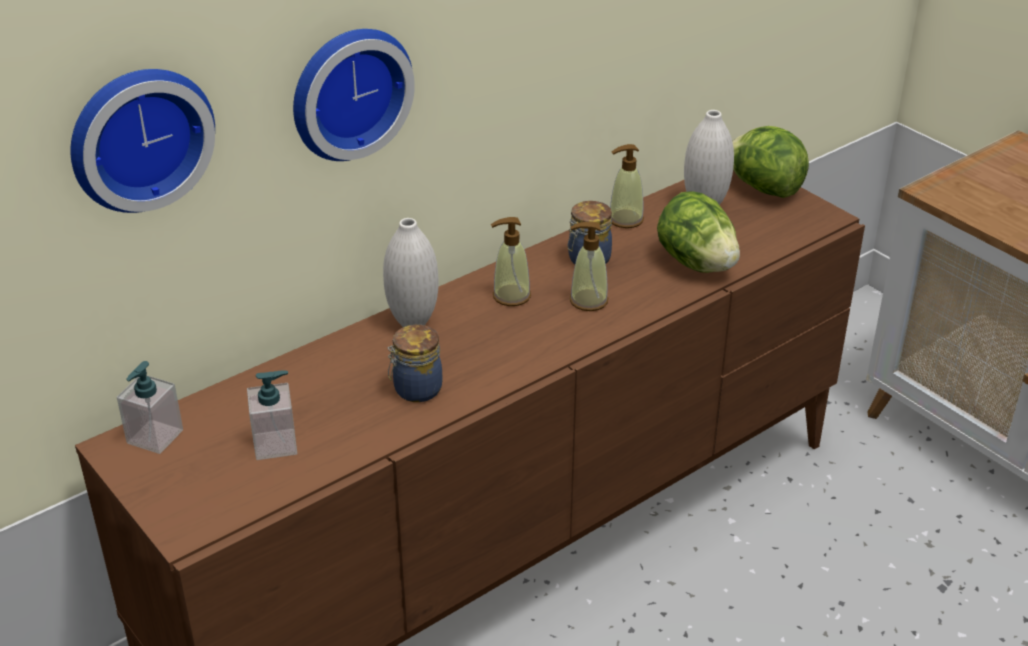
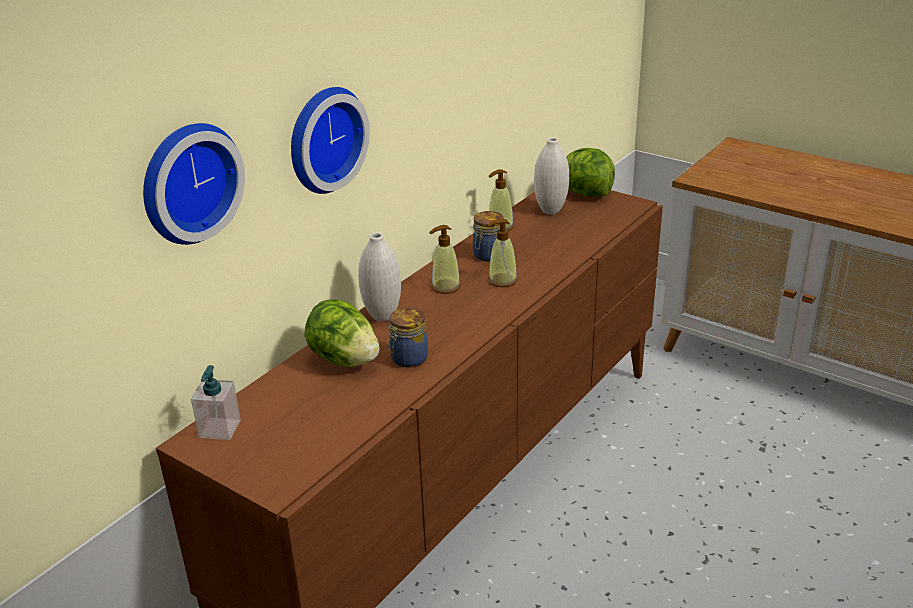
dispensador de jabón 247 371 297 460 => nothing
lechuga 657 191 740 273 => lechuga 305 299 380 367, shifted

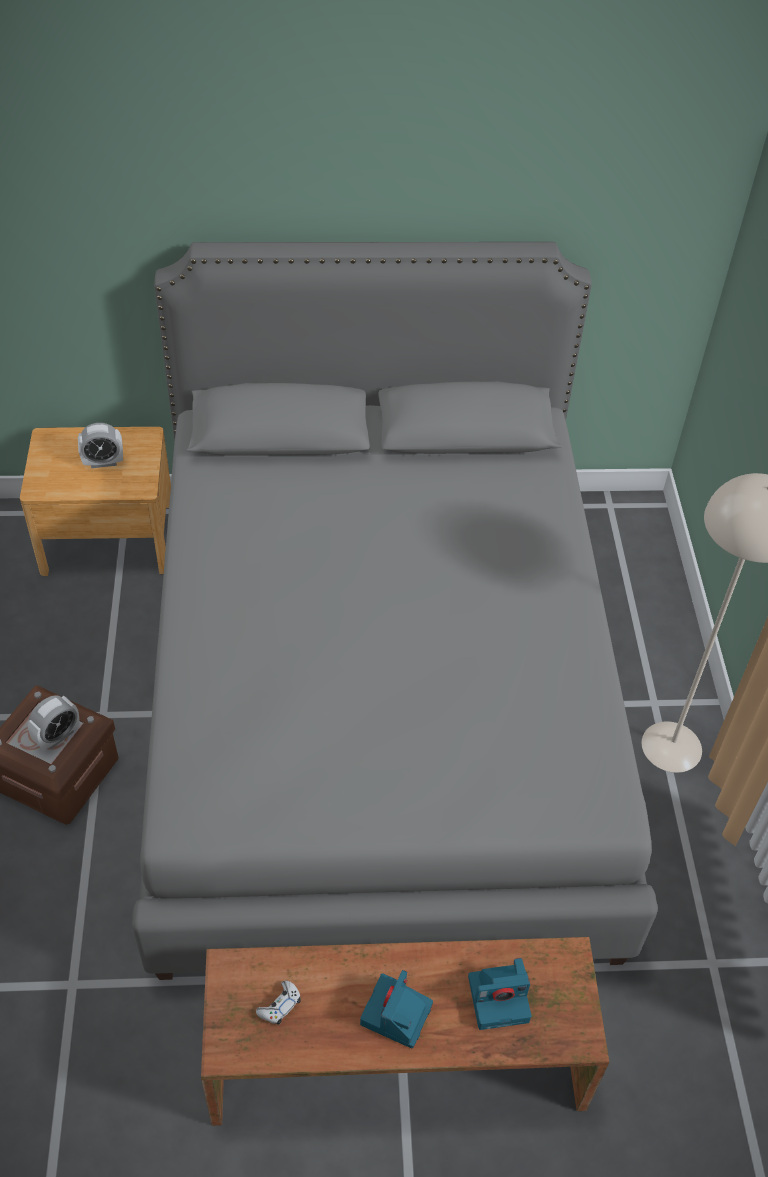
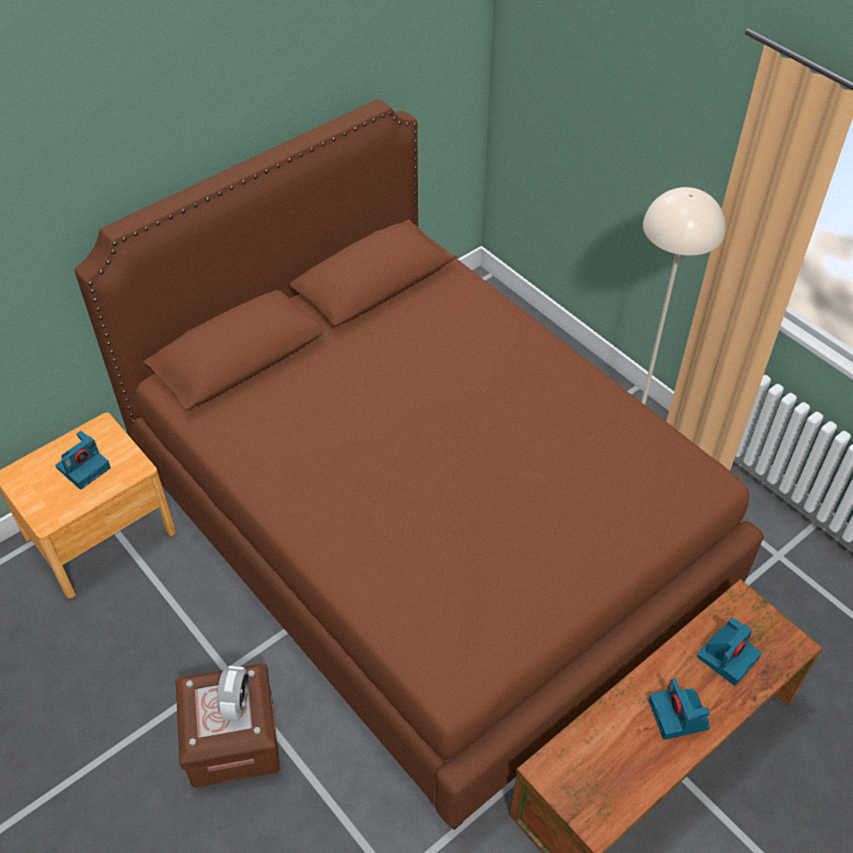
despertador 78 423 123 468 => cámara 55 431 111 490
cama/gris 132 242 658 980 => cama/marrón 74 99 764 830
mando de consola/blanco 256 980 301 1025 => nothing

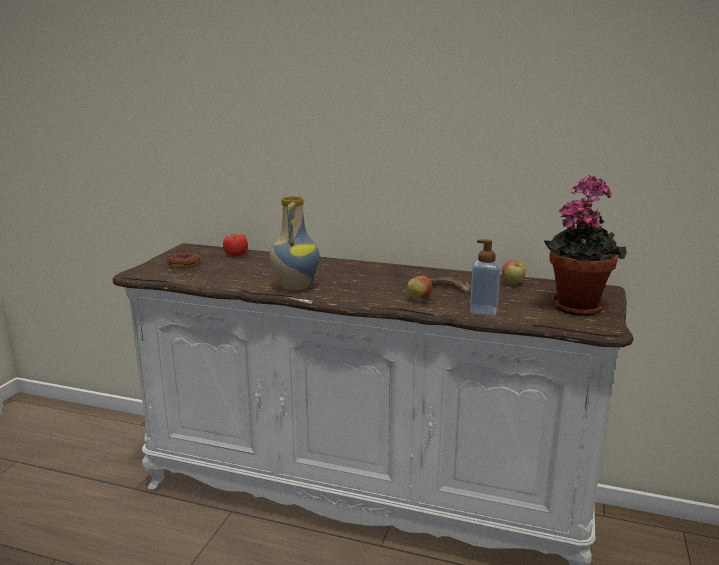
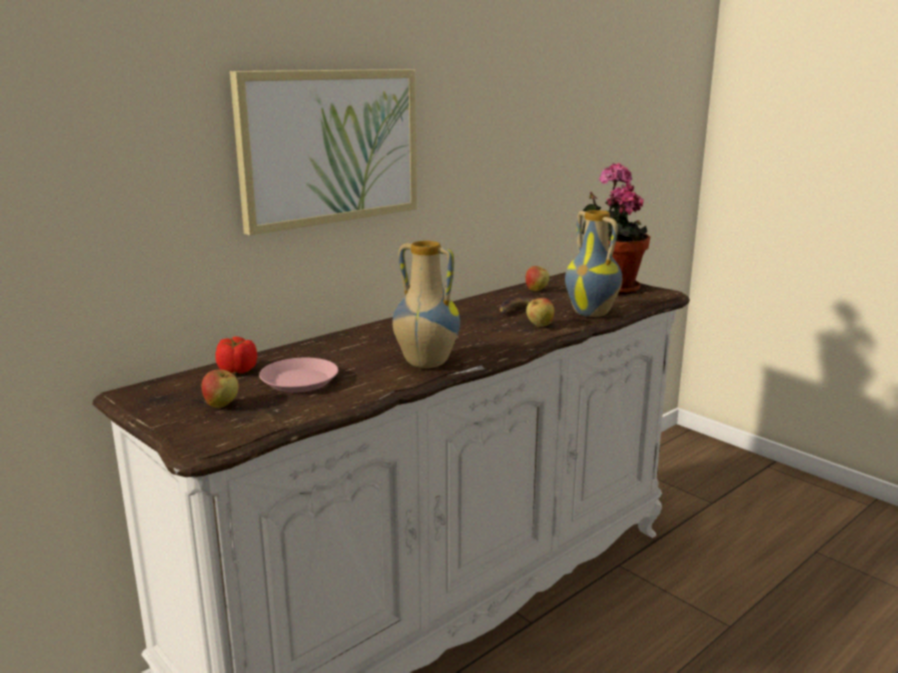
rosquilla 167 252 201 268 => manzana 201 369 239 408
dispensador de jabón 470 240 500 315 => florero 565 210 622 317
nothing => cuadro 230 69 417 235
nothing => plato/rosa 259 358 338 393

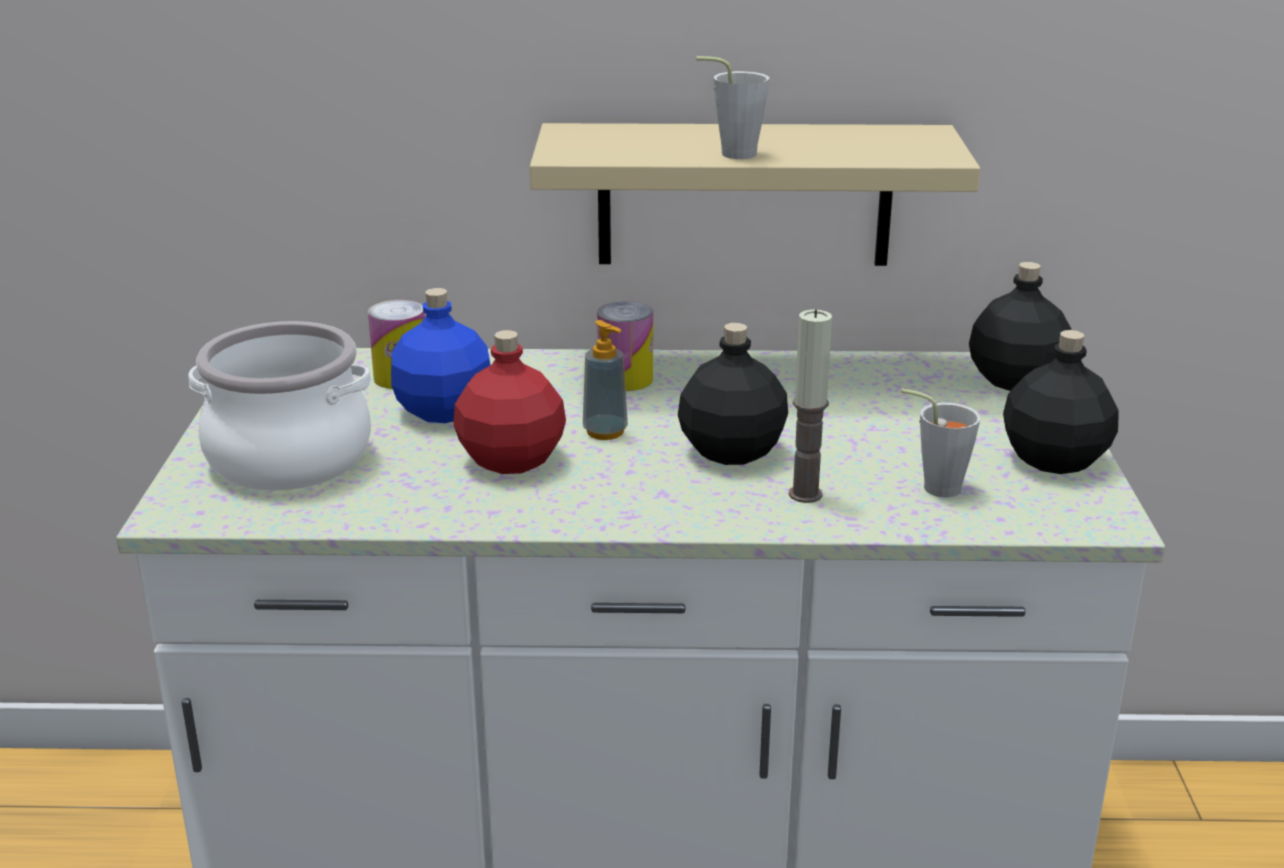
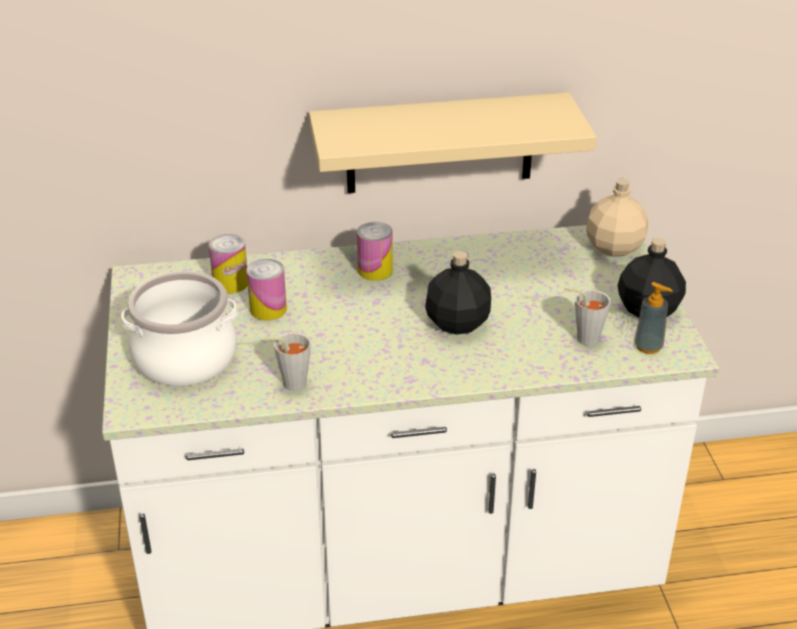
botella/azul 391 288 490 423 => lata 246 259 287 320
botella/rojo 453 330 566 474 => nothing
dispensador de jabón 583 320 628 440 => dispensador de jabón 634 282 673 354, shifted
taza/gris 696 56 769 159 => taza/gris 261 332 311 391, shifted
vela 789 309 832 503 => nothing
botella/negro 969 262 1072 391 => botella/beis 586 179 648 257

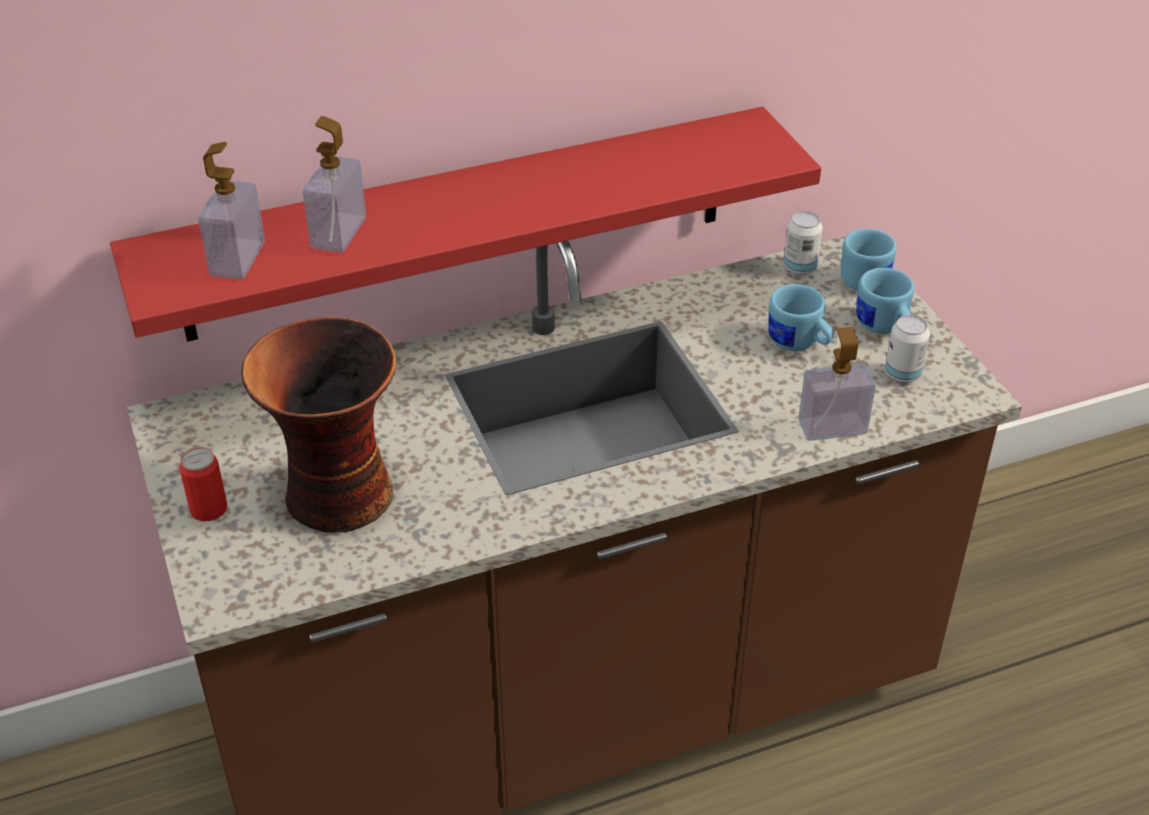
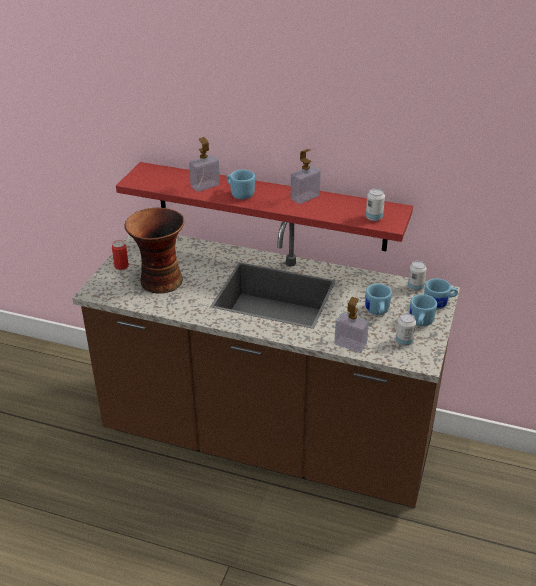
dispensador de jabón 199 142 265 279 => dispensador de jabón 291 149 321 204, shifted
nothing => taza grande/azul 227 169 255 199
nothing => lata 366 188 385 221

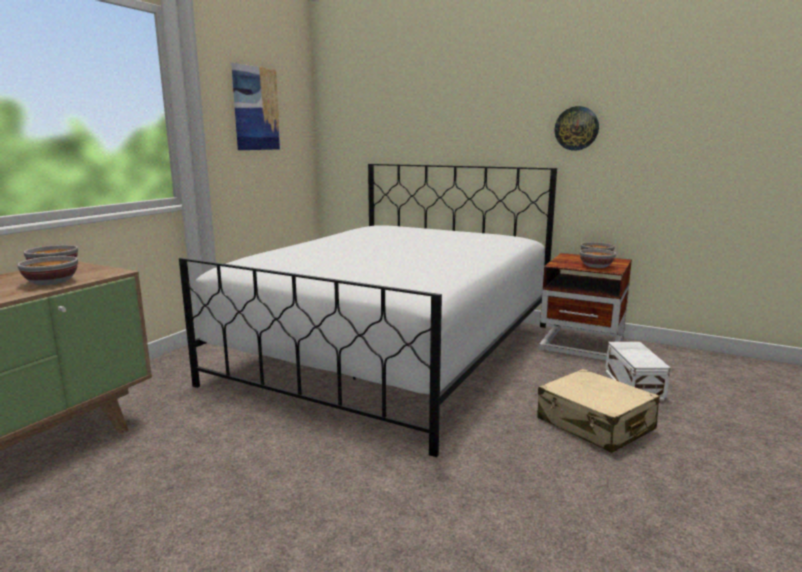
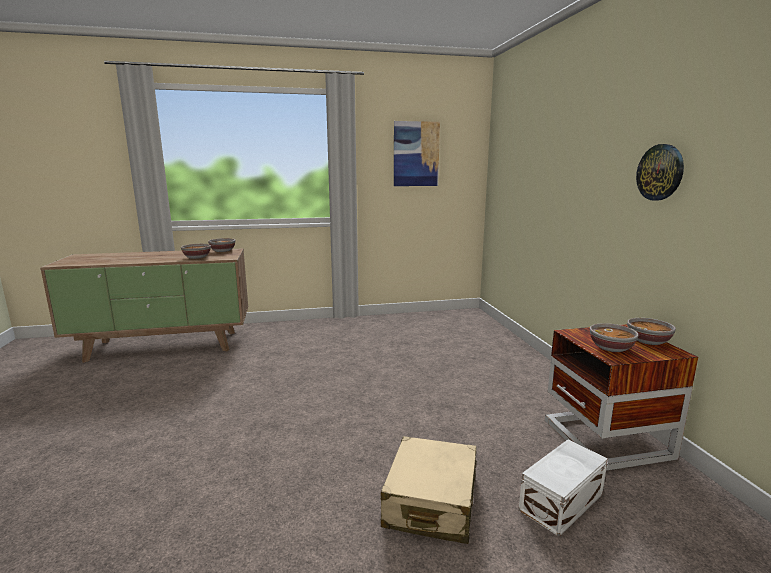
cama/blanco 179 164 557 457 => nothing

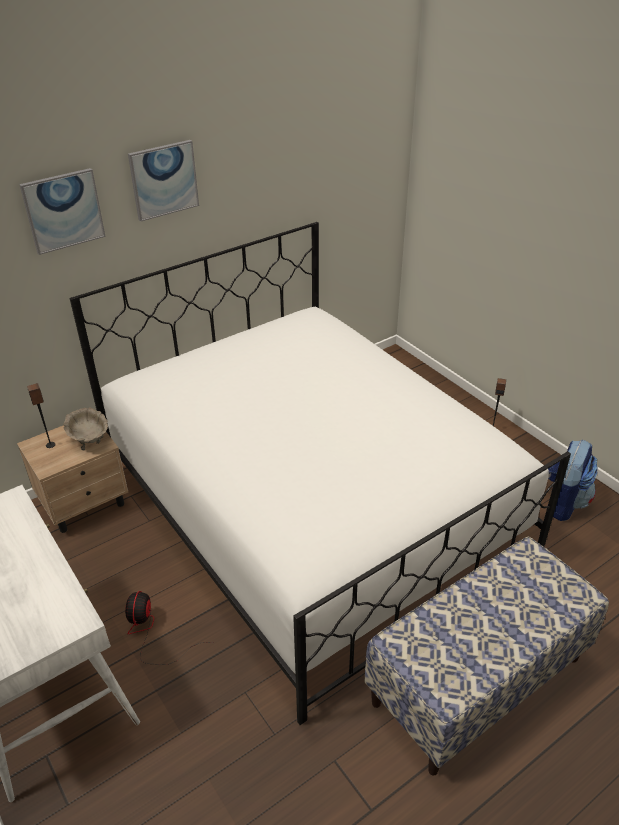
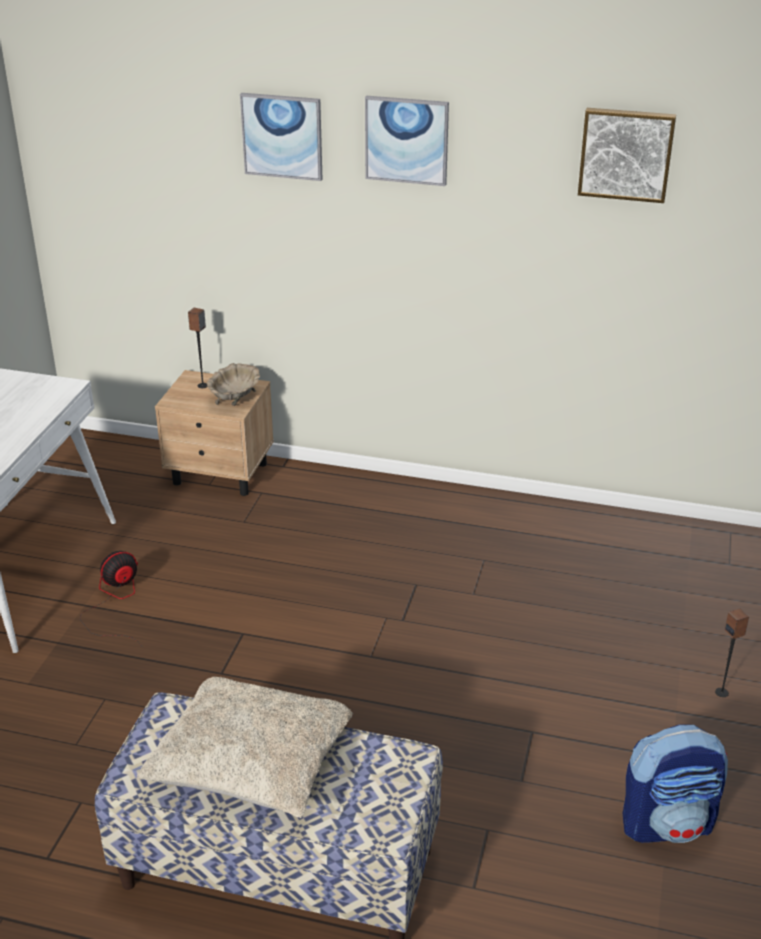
cama/blanco 70 222 571 725 => nothing
nothing => cojín/beis 137 676 353 818
nothing => cuadro 578 108 676 203

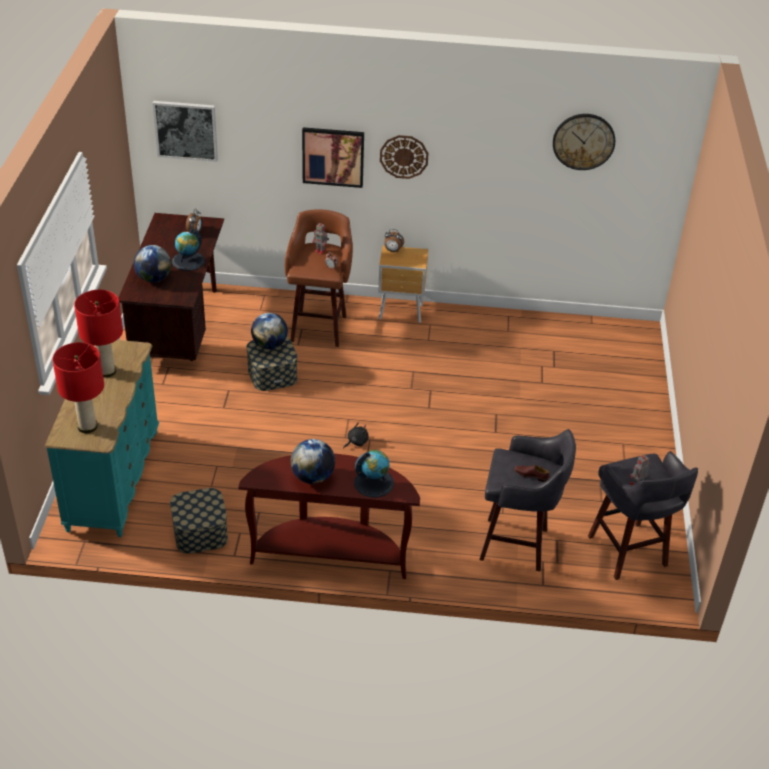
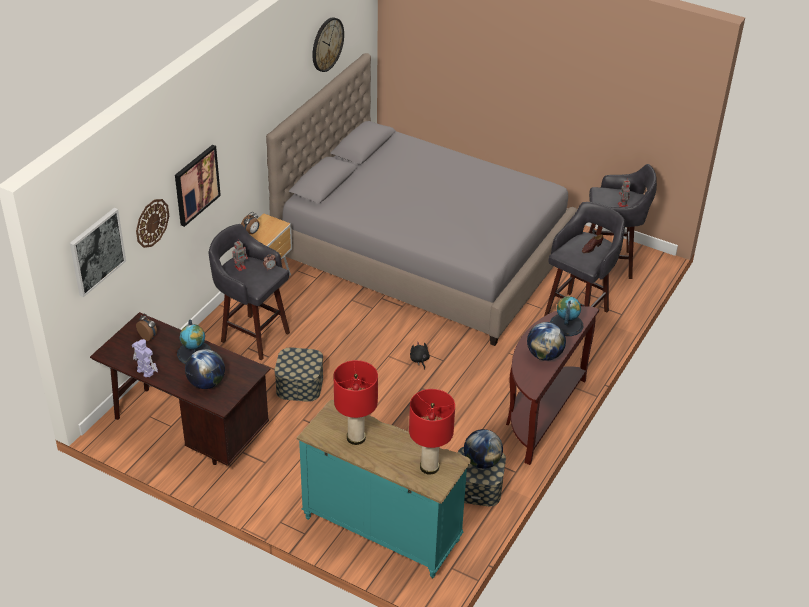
globo terráqueo 251 313 288 349 => globo terráqueo 464 429 503 469, shifted
taburete/marrón 285 209 353 347 => taburete/gris 209 224 290 360
reloj de pared 380 135 429 179 => reloj de pared 136 199 169 248, shifted
nothing => robot de juguete 132 339 158 377
nothing => cama/gris 266 53 577 346

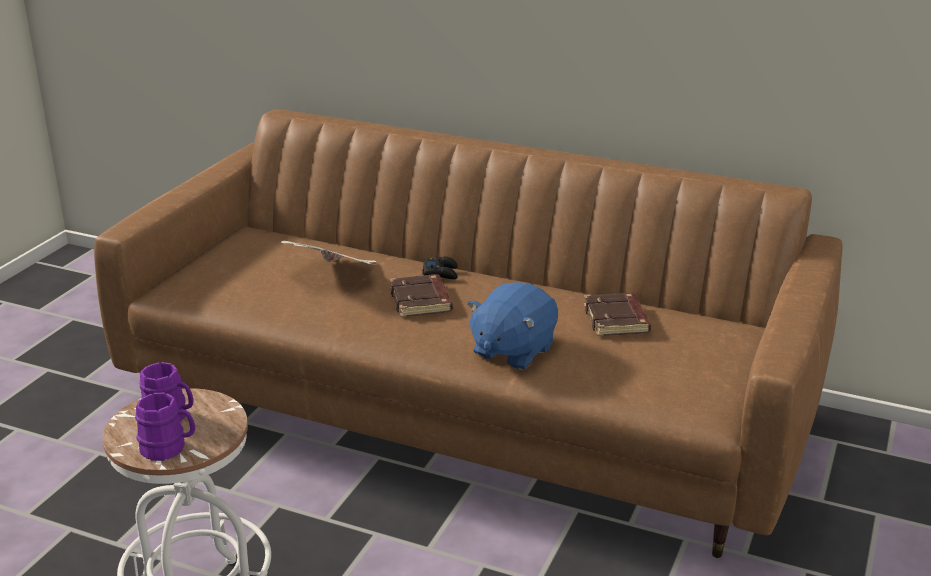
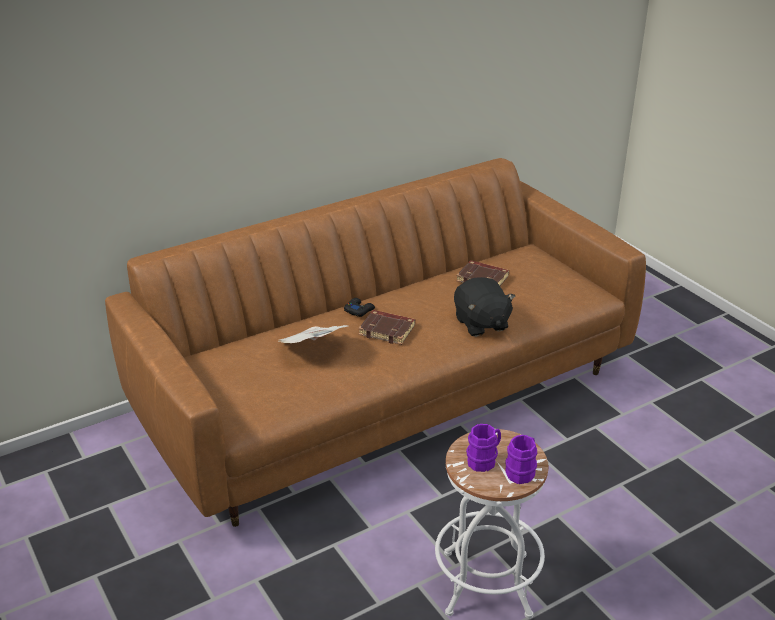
peluche/azul 467 282 558 370 => peluche/negro 454 277 516 337

